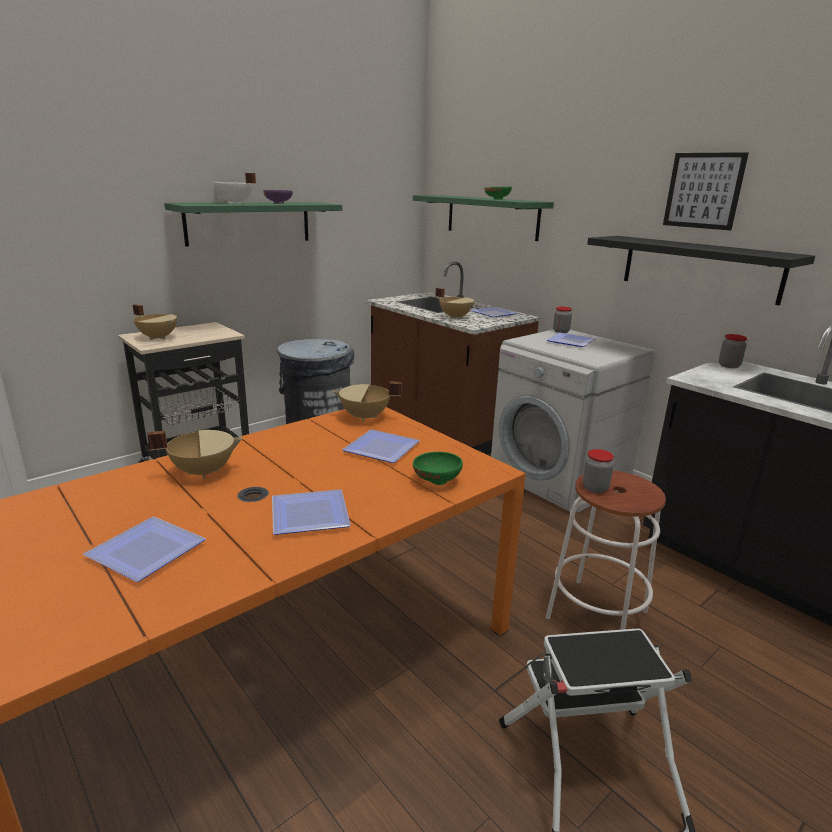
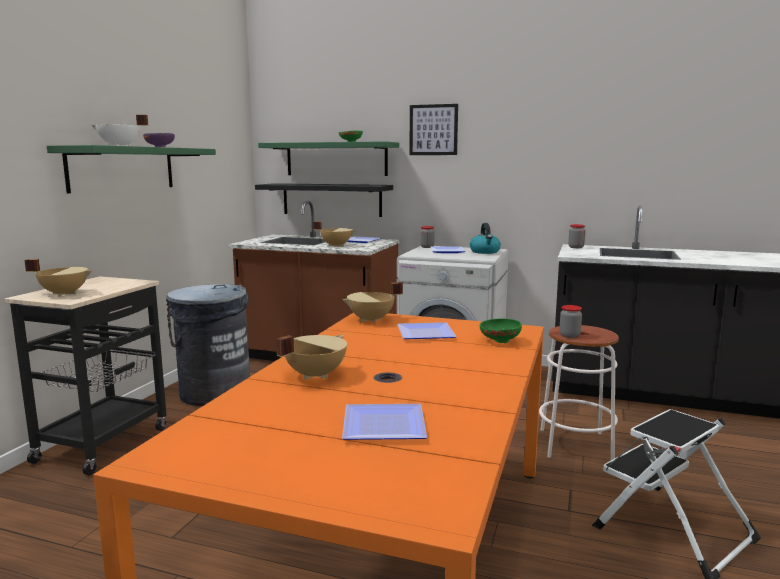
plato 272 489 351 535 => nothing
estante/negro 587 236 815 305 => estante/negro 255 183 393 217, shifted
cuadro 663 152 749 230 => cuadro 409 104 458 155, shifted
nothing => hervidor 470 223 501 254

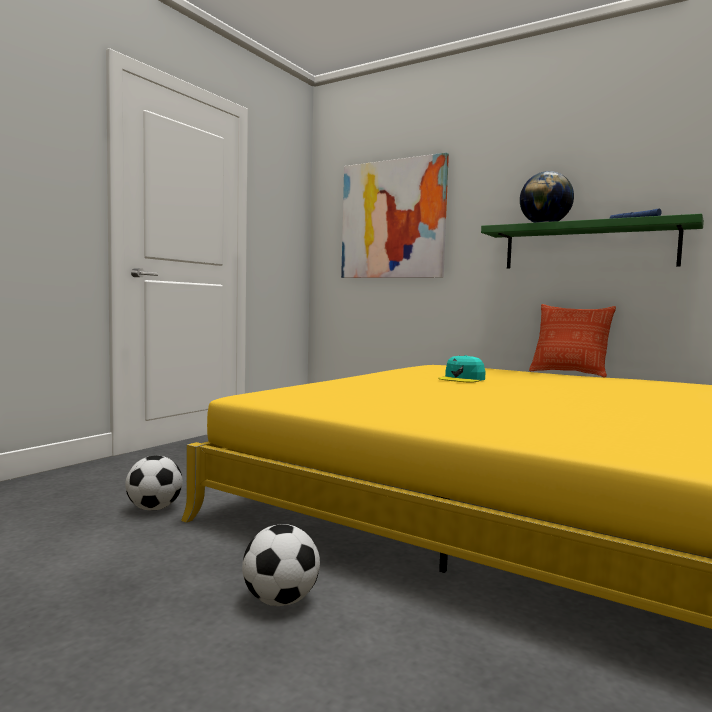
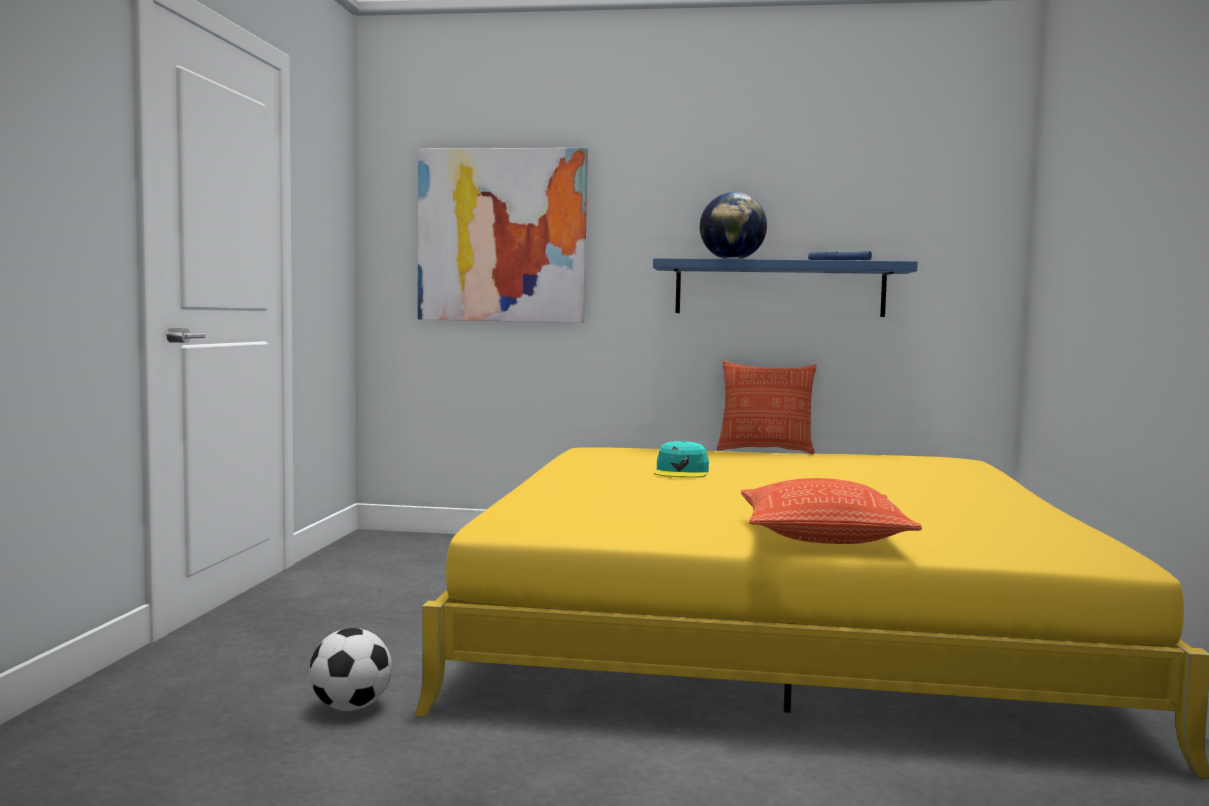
balón de fútbol 242 524 320 606 => nothing
estante/verde 481 214 704 269 => estante/azul 653 258 918 317
nothing => cojín/naranja 741 478 922 544

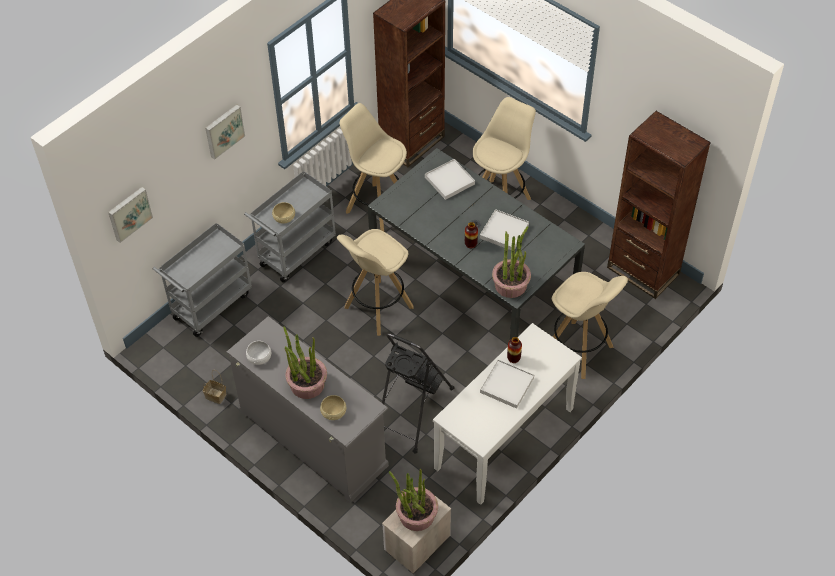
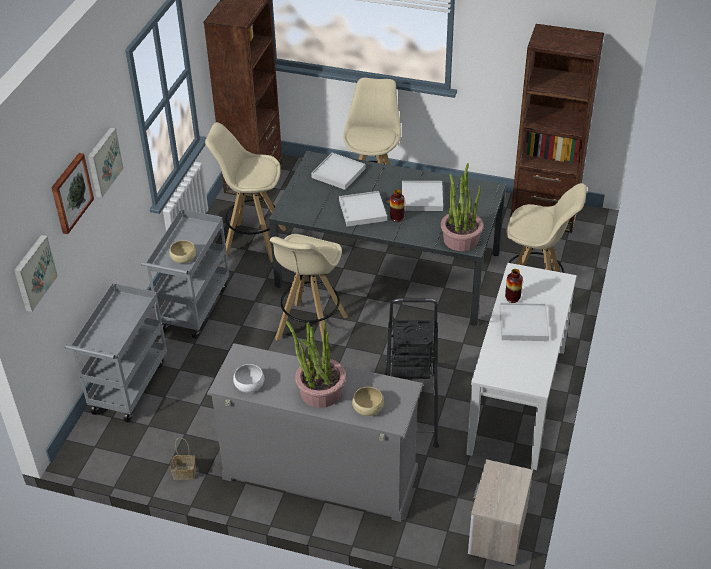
planta en maceta 389 469 438 531 => nothing
nothing => cuadro 51 153 94 234
nothing => bandeja/blanco 339 191 387 227

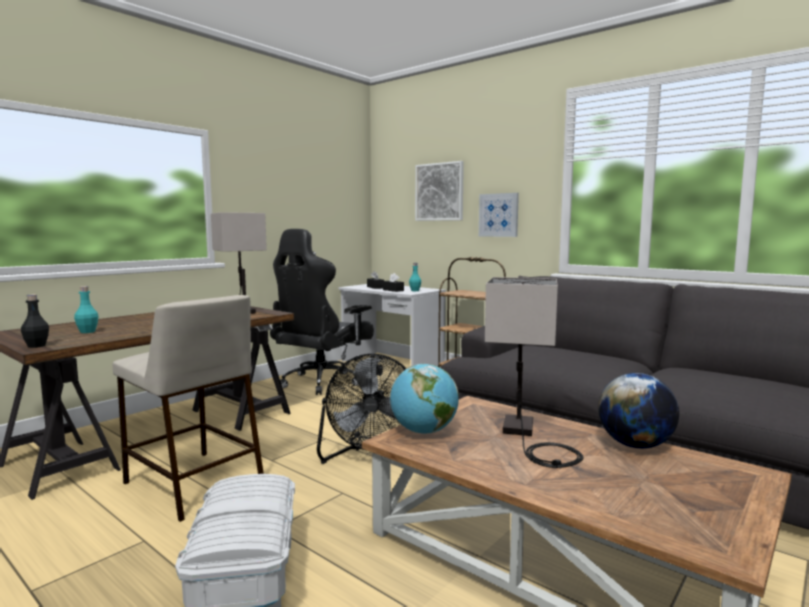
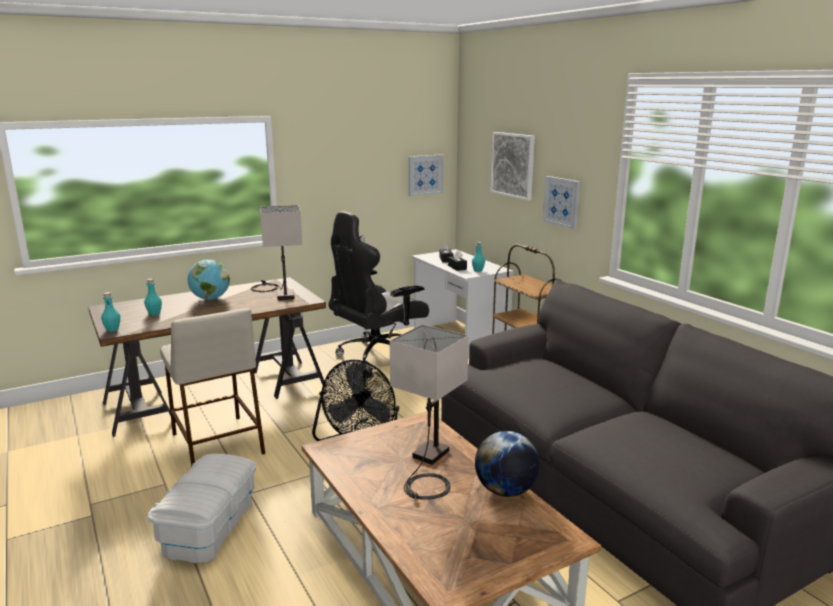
botella/negro 21 294 49 348 => botella/turquesa 101 292 120 332
globo terráqueo 390 364 459 434 => globo terráqueo 188 259 230 300, shifted
nothing => cuadro 408 154 444 196

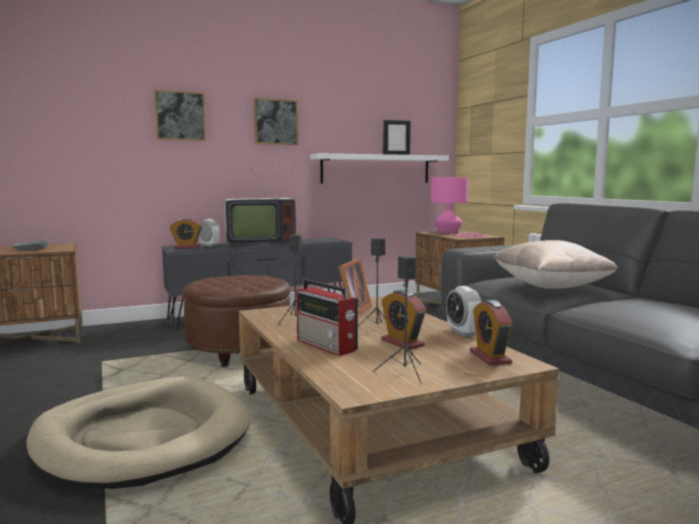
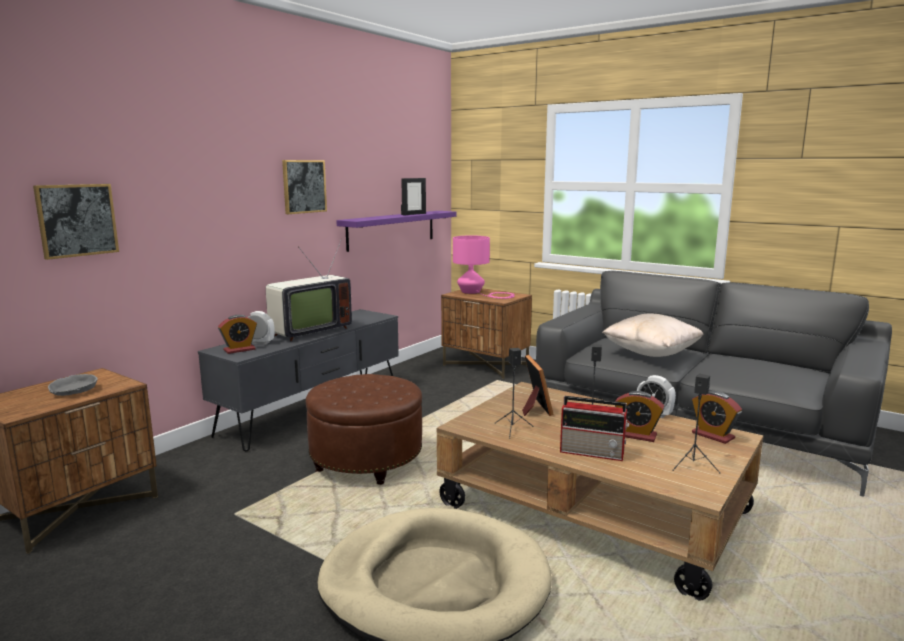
cuadro 154 90 206 141 => cuadro 33 184 119 260, shifted
estante/blanco 310 153 449 184 => estante/morado 336 211 456 252

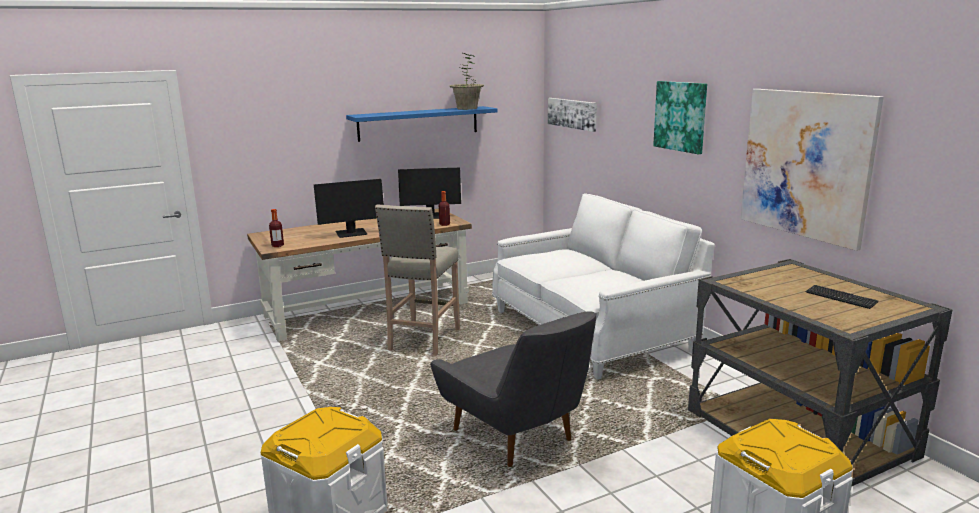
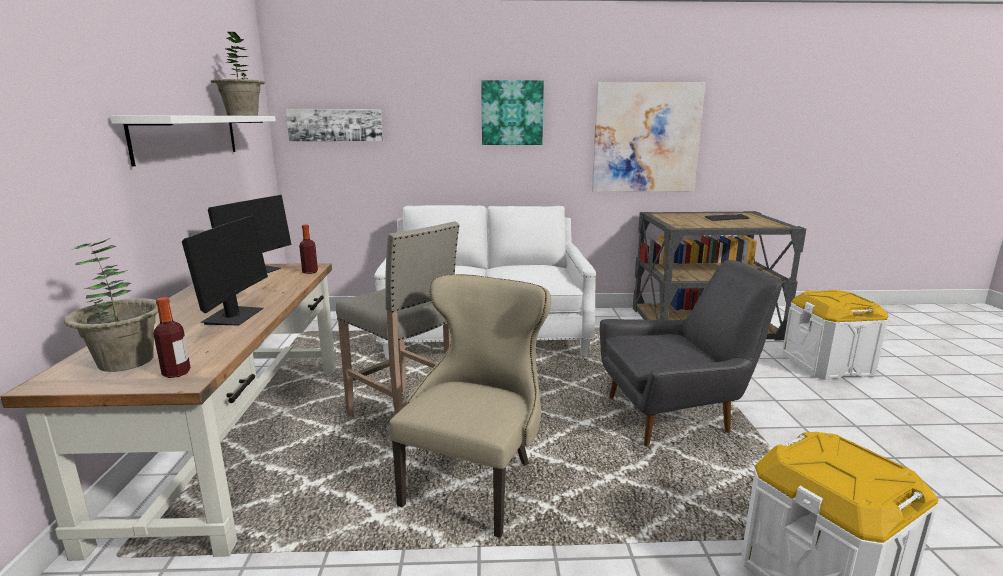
estante/azul 346 106 498 142 => estante/blanco 110 115 276 167
nothing => planta en maceta 64 238 158 372
nothing => silla/beis 389 274 551 538

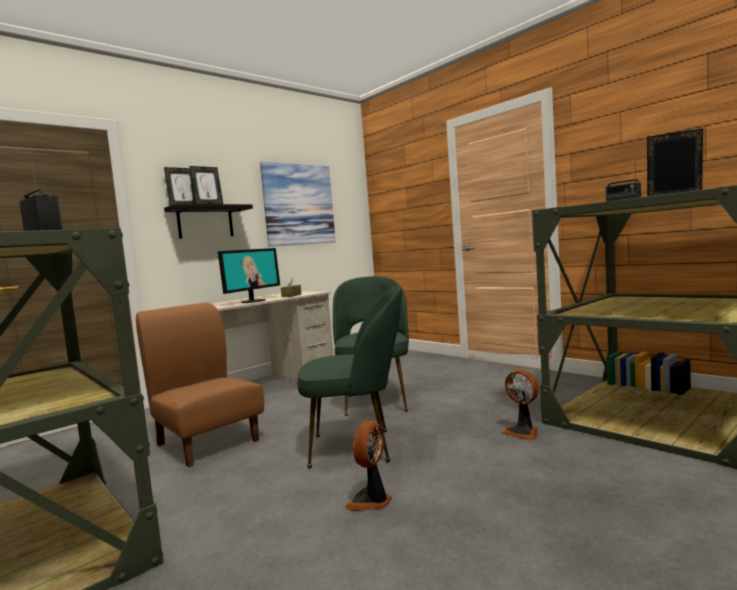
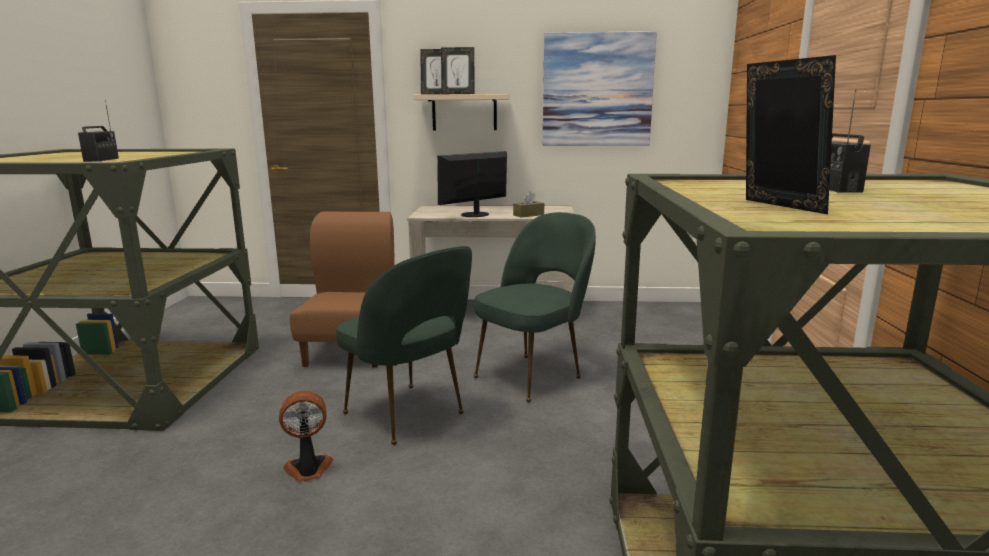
estante/negro 164 204 253 239 => estante/beis 414 94 509 131
monitor 218 248 280 303 => monitor 437 151 507 217, 150 degrees clockwise
ventilador 501 369 539 441 => nothing

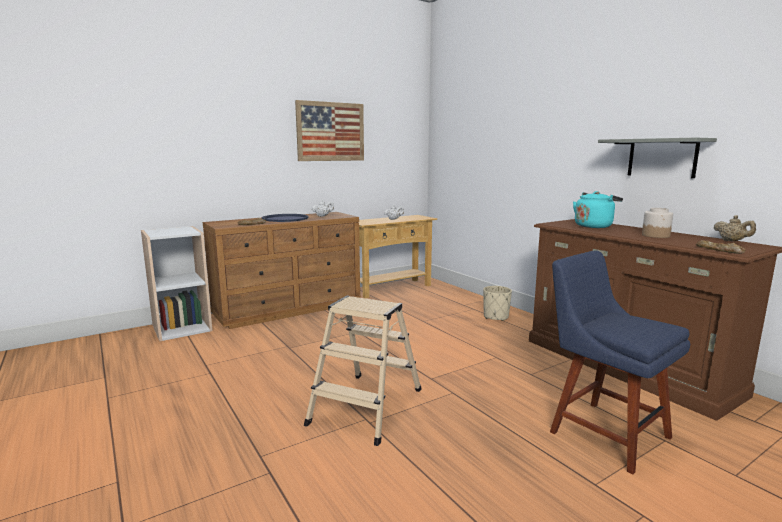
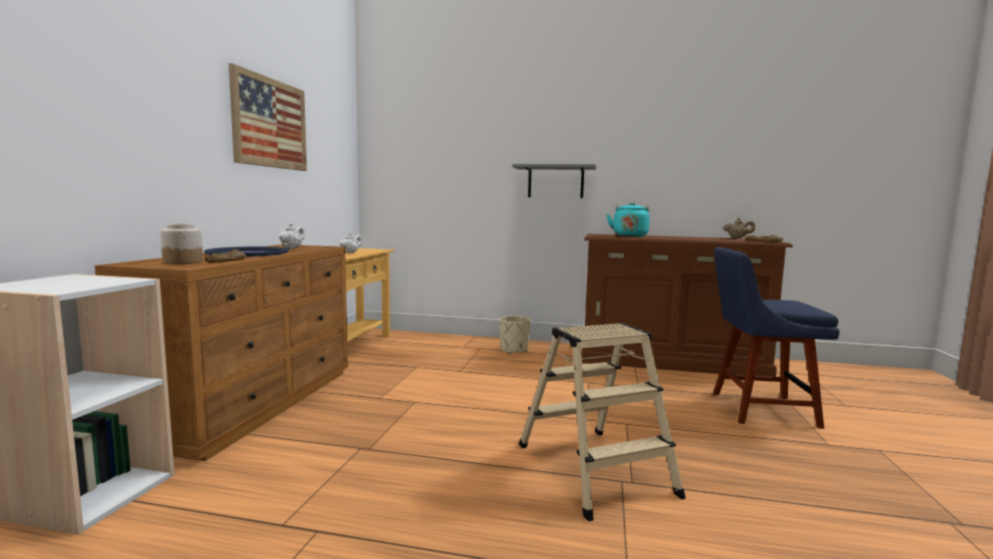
estante/gris 598 138 717 178 => estante/gris 512 164 596 198, shifted
tarro 642 208 673 238 => tarro 160 224 203 264, shifted

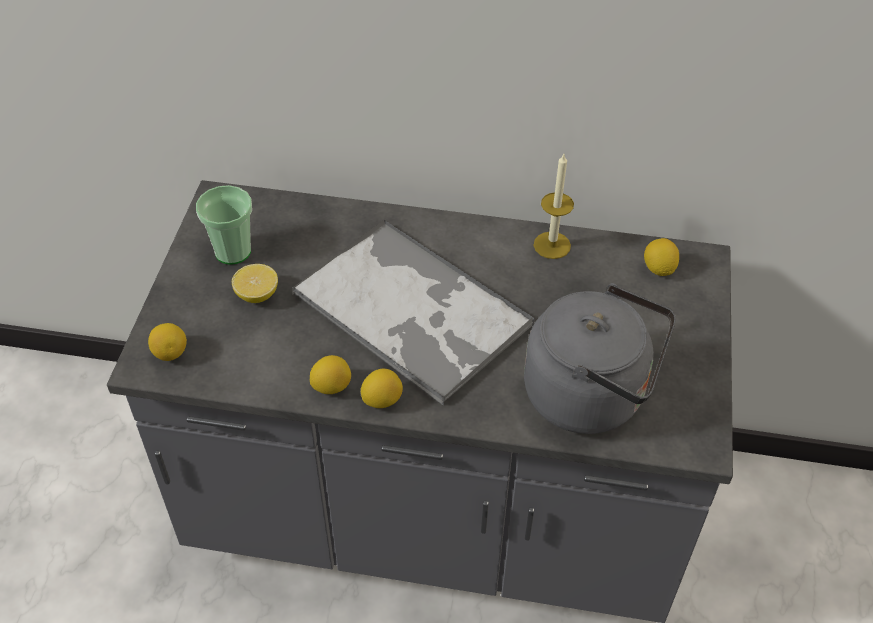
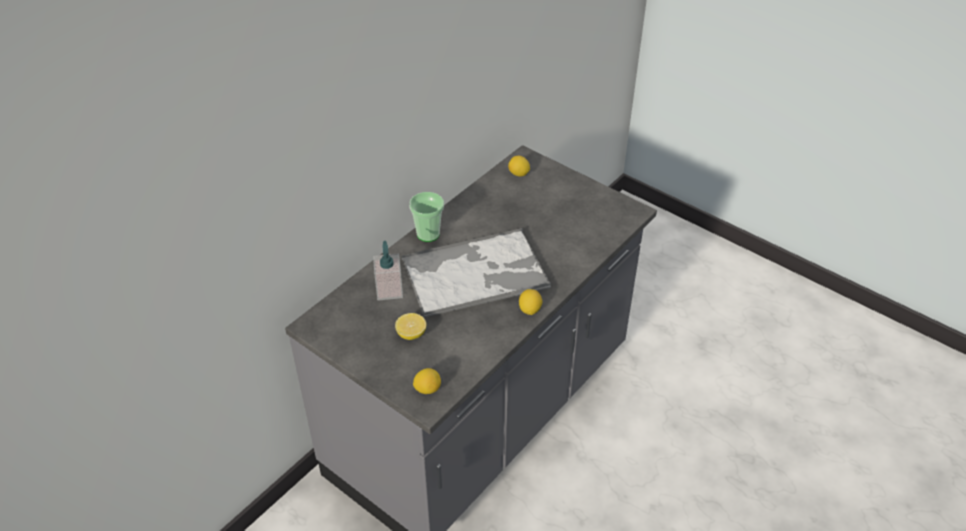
taza 196 185 252 265 => taza 409 192 444 242, shifted
limón 310 355 351 394 => nothing
hervidor/gris 524 283 676 434 => nothing
vela 534 154 574 259 => nothing
nothing => dispensador de jabón 373 241 403 301

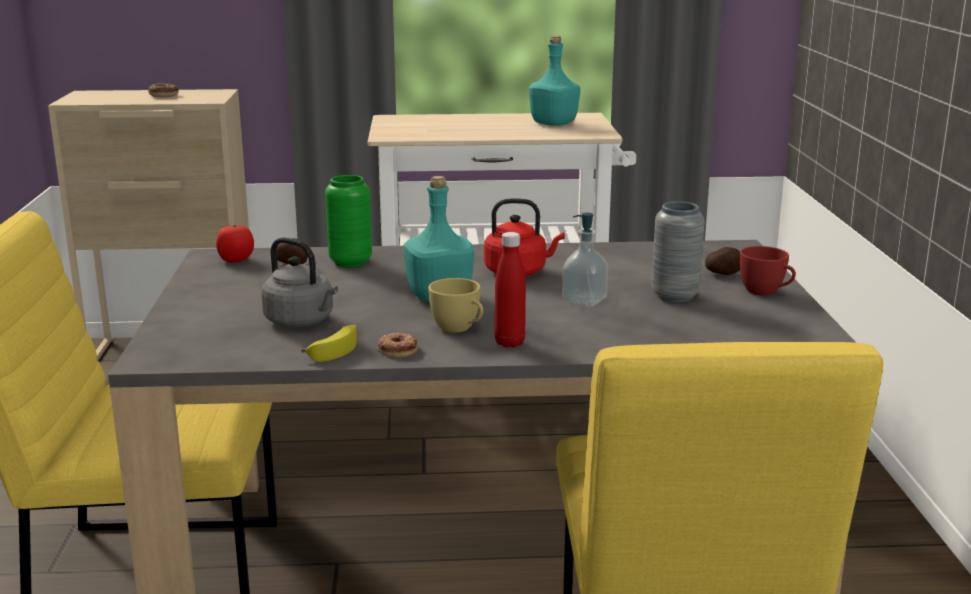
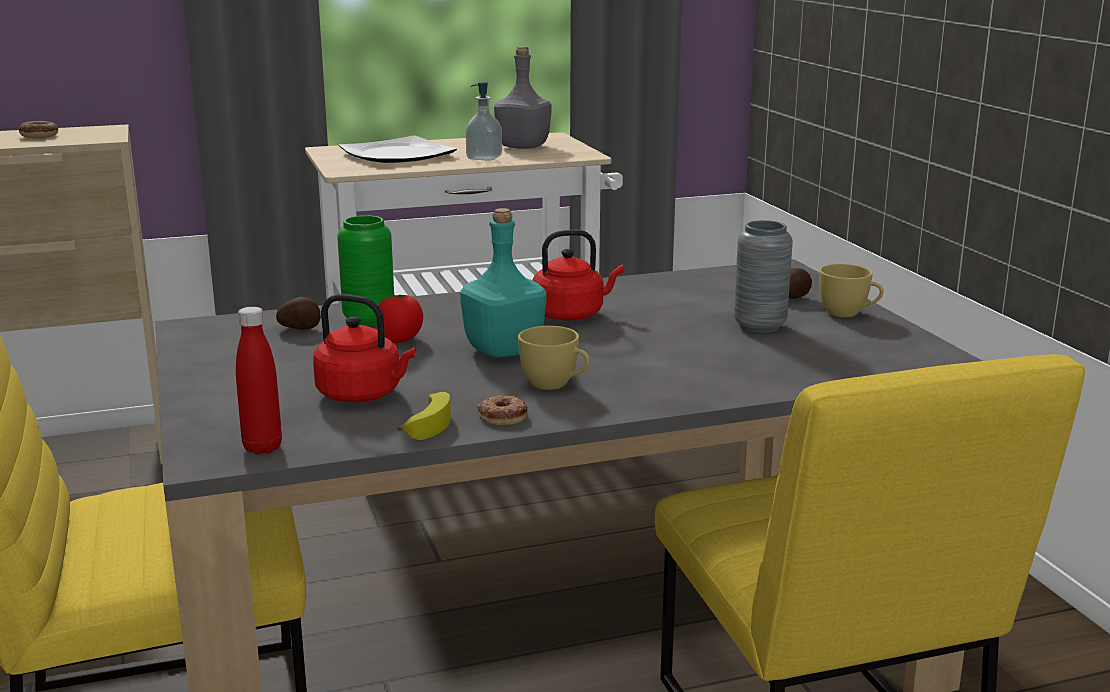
tomate 216 224 254 263 => tomate 376 295 423 343, shifted
hervidor/gris 261 237 338 327 => hervidor/rojo 313 294 416 403
botella/rojo 495 232 526 347 => botella/rojo 236 307 282 454, shifted
botella/turquesa 529 36 580 126 => botella/gris 494 46 552 149
dispensador de jabón 562 213 608 307 => dispensador de jabón 465 82 502 161, shifted
taza/rojo 740 246 796 295 => taza/amarillo 819 264 884 317
nothing => plato 339 136 457 163

